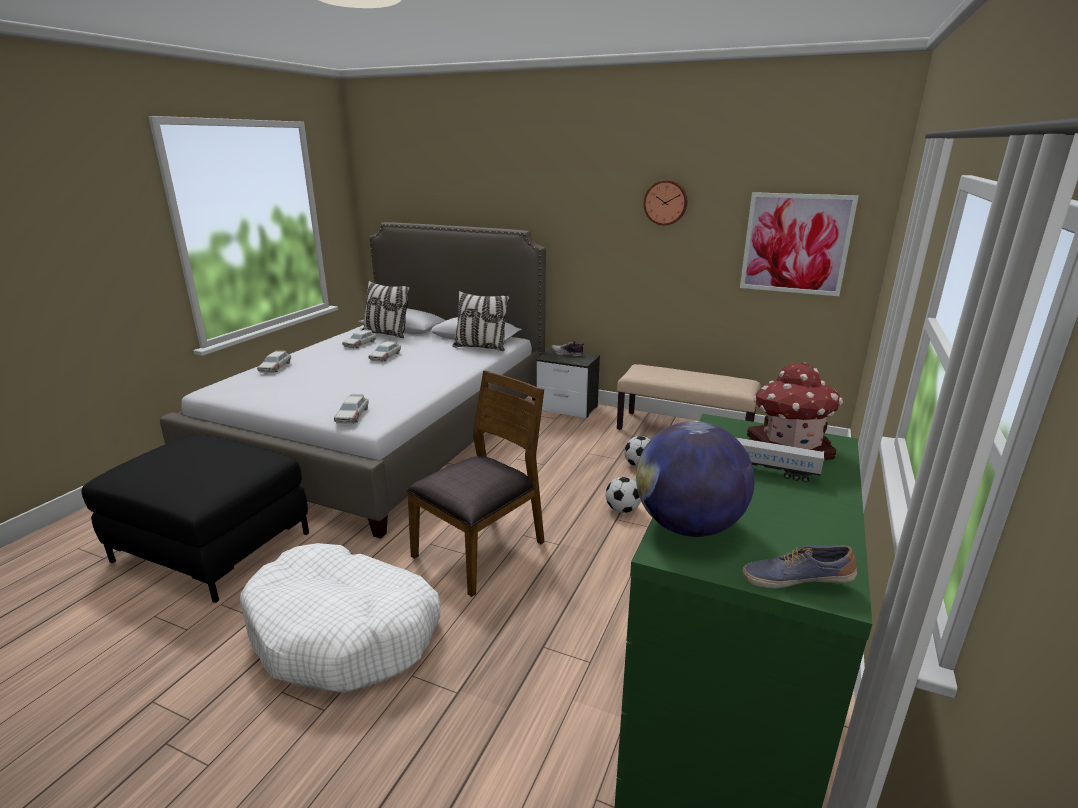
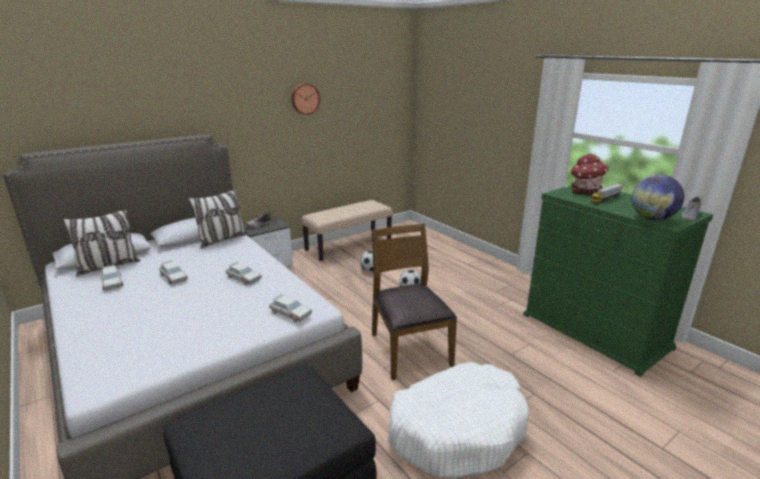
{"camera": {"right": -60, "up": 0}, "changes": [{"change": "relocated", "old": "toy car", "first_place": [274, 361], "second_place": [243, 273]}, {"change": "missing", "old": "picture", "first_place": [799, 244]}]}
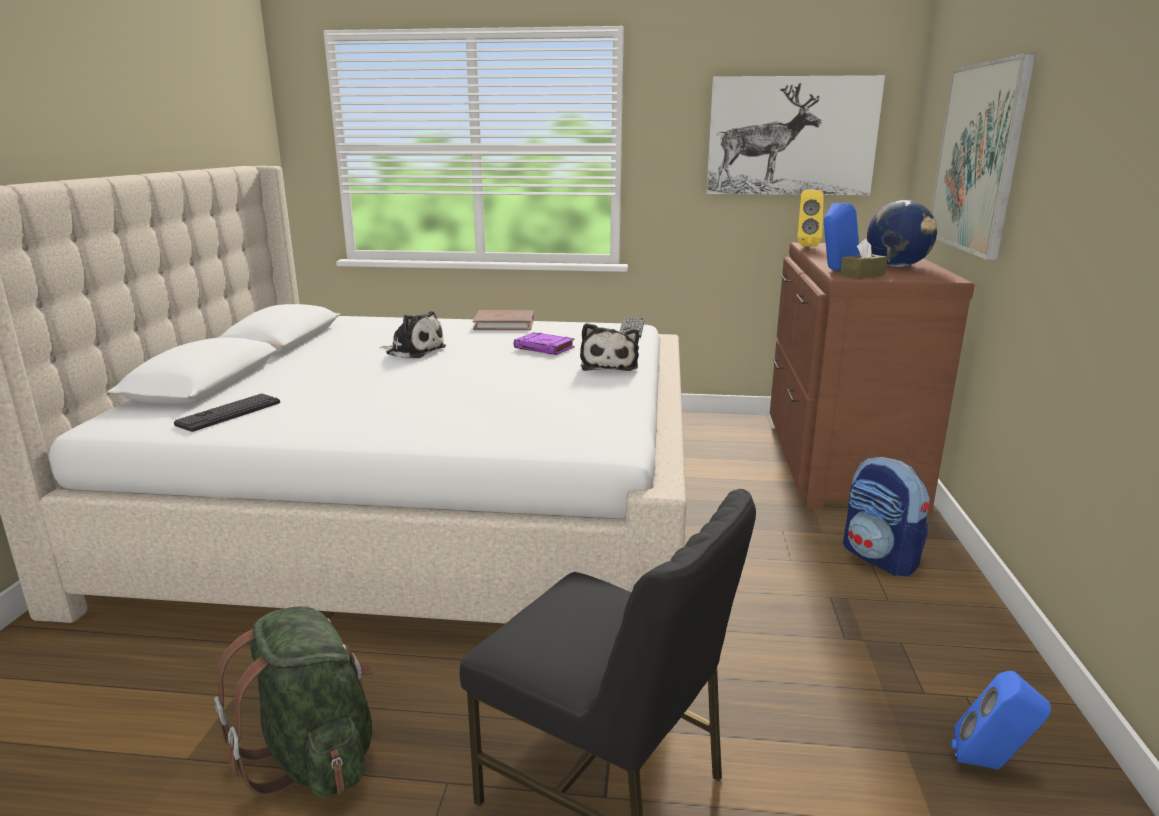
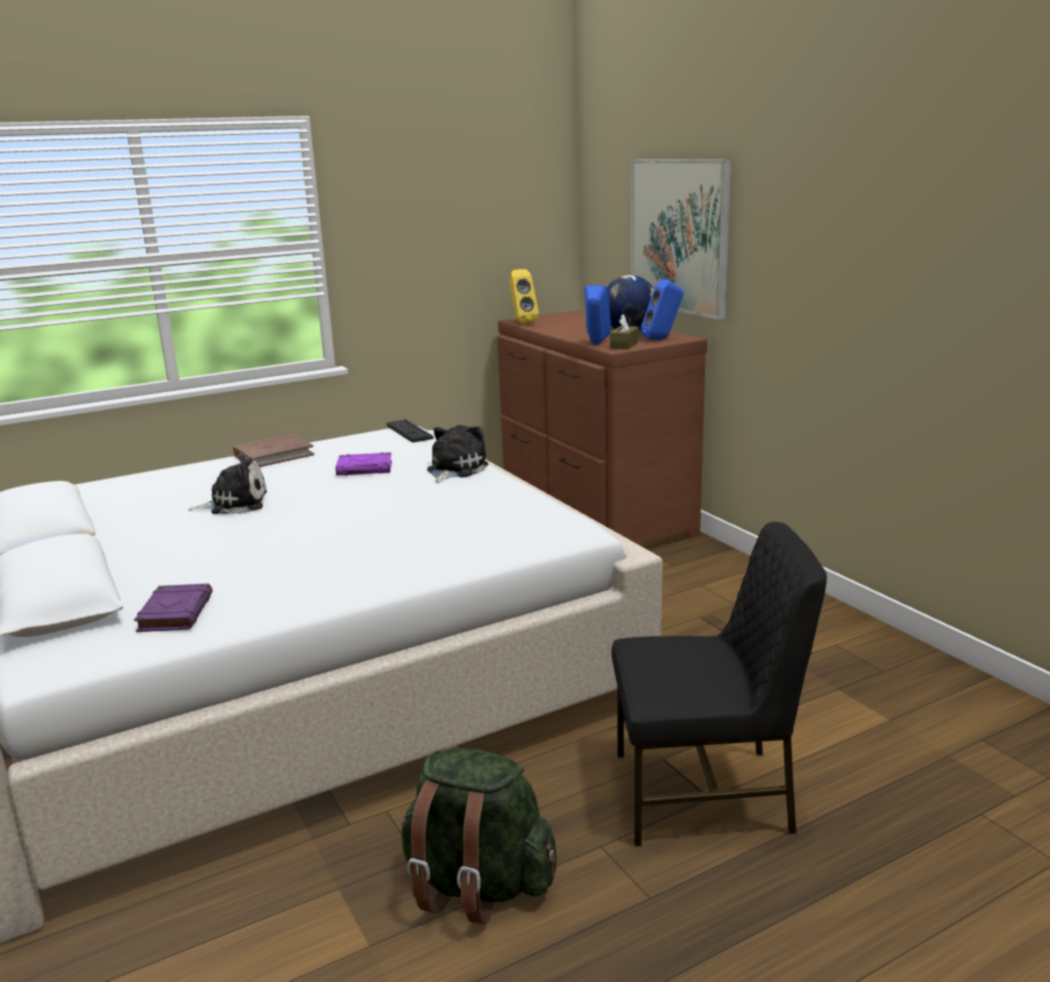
{"camera": {"right": -35, "up": 0}, "changes": [{"change": "exchanged", "old": "keyboard", "new": "purple book", "first_place": [227, 412], "second_place": [173, 608]}, {"change": "spun", "old": "plush toy", "first_place": [609, 347], "second_place": [458, 454], "degrees": -120}, {"change": "missing", "old": "picture", "first_place": [795, 135]}, {"change": "missing", "old": "backpack", "first_place": [886, 517]}, {"change": "relocated", "old": "blue speaker", "first_place": [1001, 720], "second_place": [662, 309]}]}
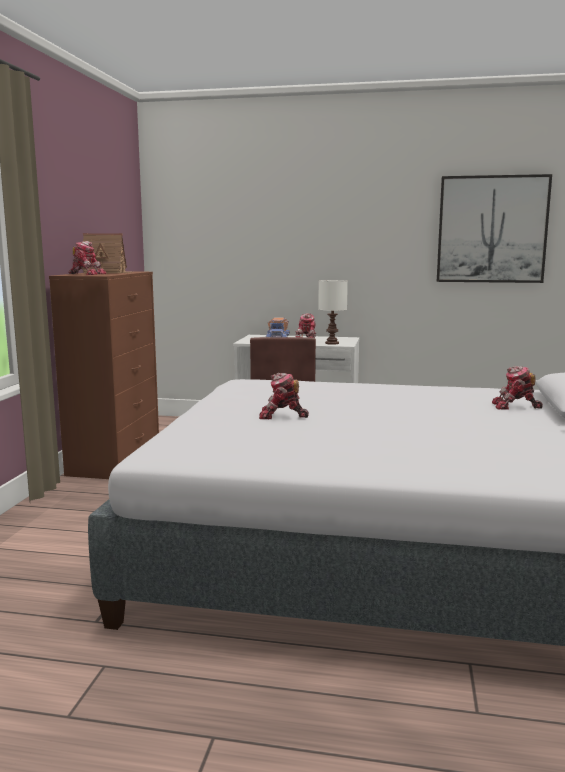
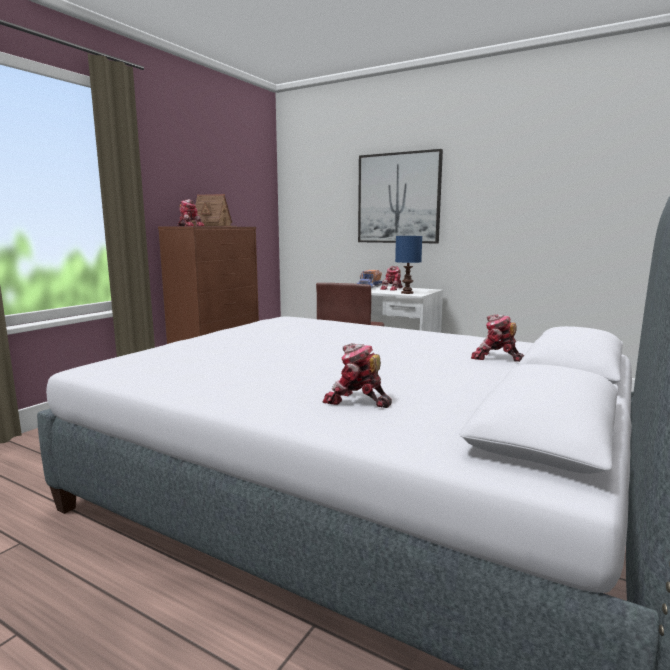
{"camera": {"right": 20, "up": 0}, "changes": [{"change": "relocated", "old": "toy robot", "first_place": [284, 396], "second_place": [357, 375]}, {"change": "colour", "old": "white table lamp", "new": "blue table lamp", "first_place": [333, 312], "second_place": [408, 265]}, {"change": "relocated", "old": "picture", "first_place": [494, 228], "second_place": [400, 196]}]}
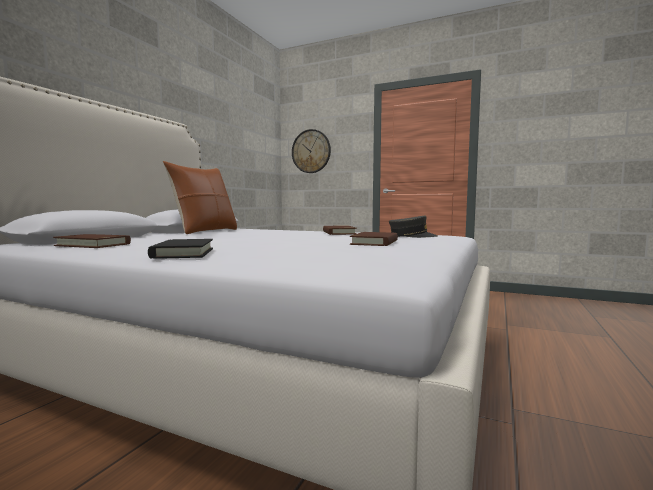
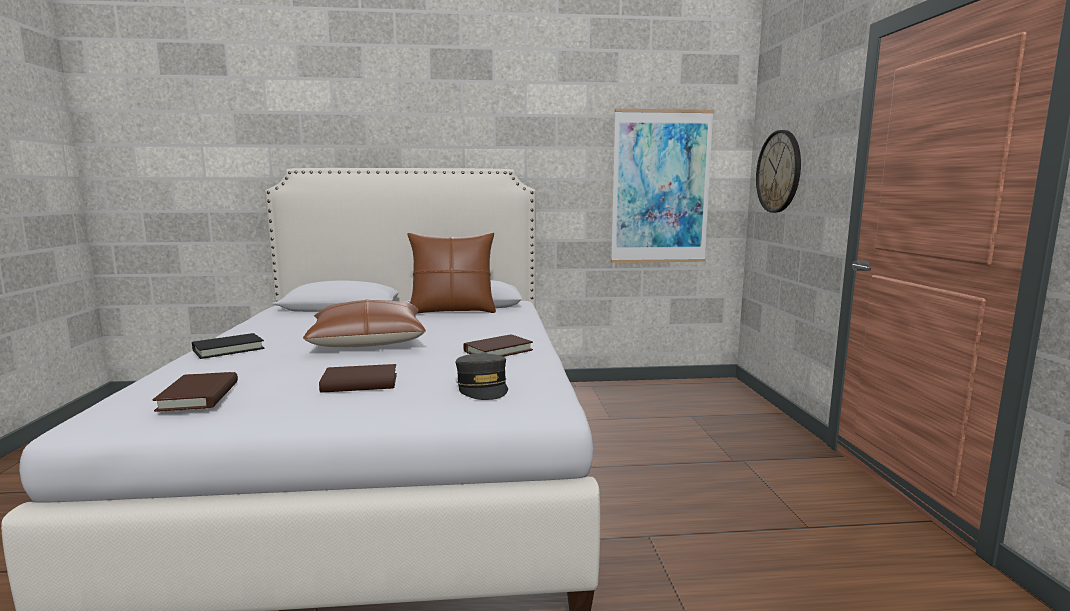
{"camera": {"right": 60, "up": 5}, "changes": [{"change": "relocated", "old": "brown book", "first_place": [92, 241], "second_place": [195, 392]}, {"change": "appeared", "new": "brown pillow", "second_place": [364, 323]}, {"change": "appeared", "new": "picture", "second_place": [662, 186]}]}
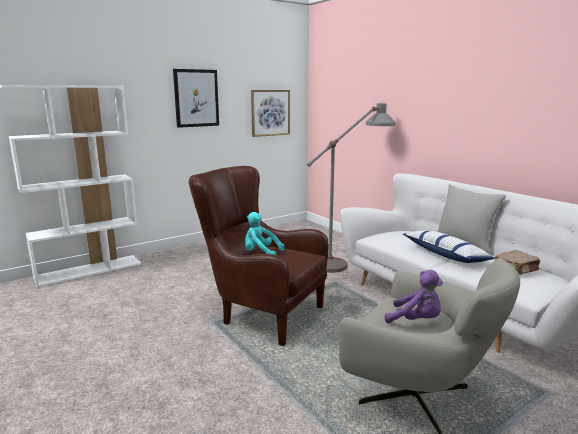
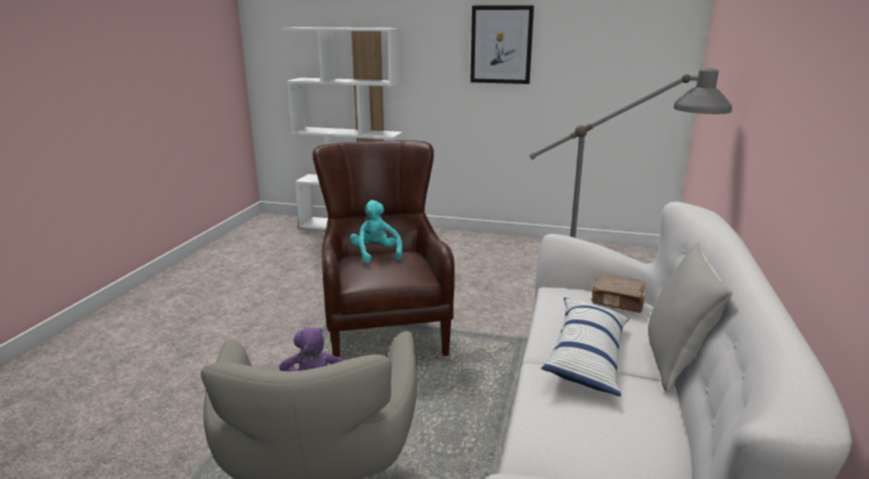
{"camera": {"right": 50, "up": 5}, "changes": [{"change": "missing", "old": "picture", "first_place": [270, 113]}, {"change": "relocated", "old": "brown book", "first_place": [517, 262], "second_place": [618, 294]}]}
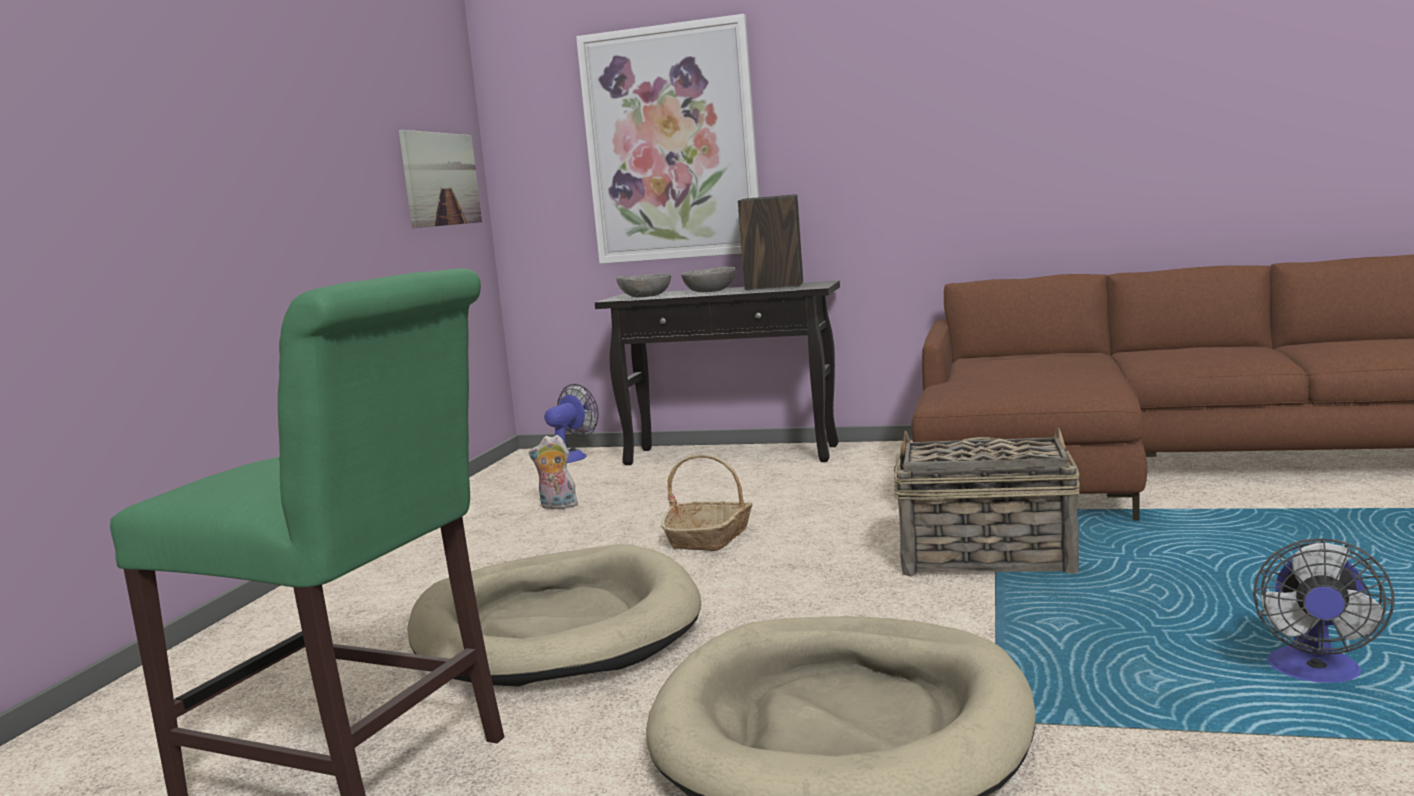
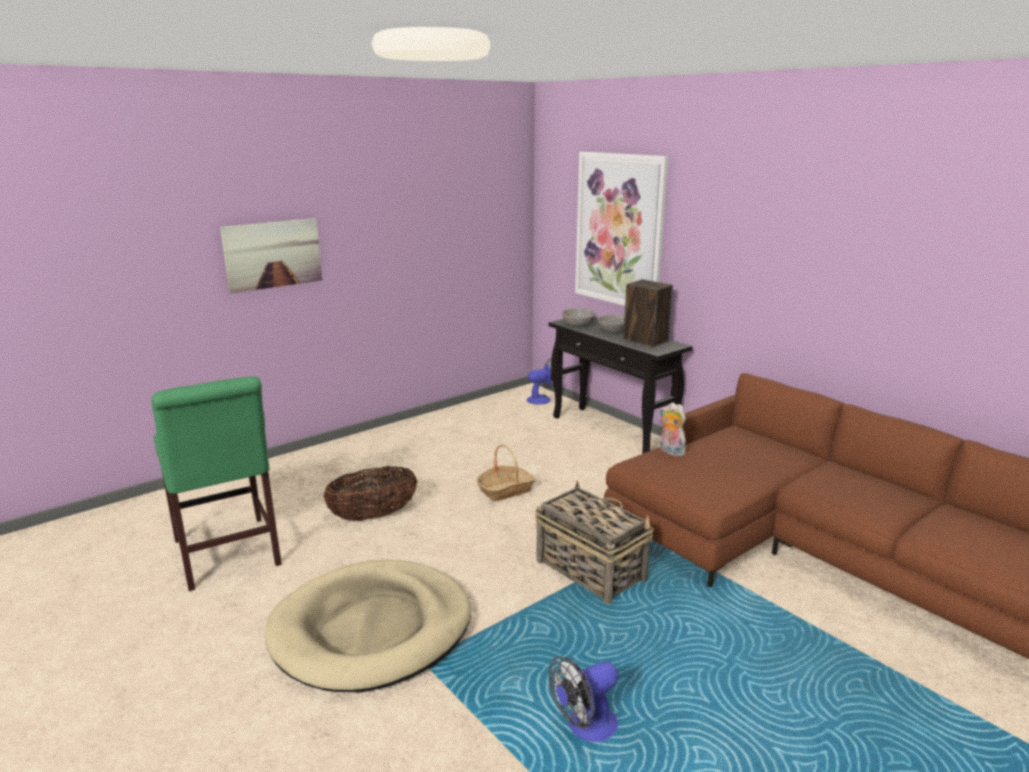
{"camera": {"right": 35, "up": 10}, "changes": [{"change": "relocated", "old": "picture", "first_place": [440, 179], "second_place": [271, 256]}, {"change": "exchanged", "old": "beige dog bed", "new": "basket", "first_place": [554, 615], "second_place": [370, 493]}, {"change": "relocated", "old": "plush toy", "first_place": [553, 472], "second_place": [673, 429]}]}
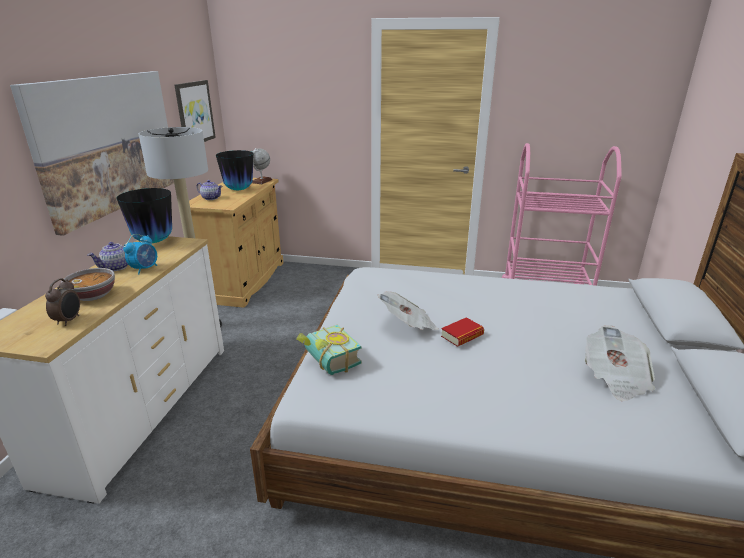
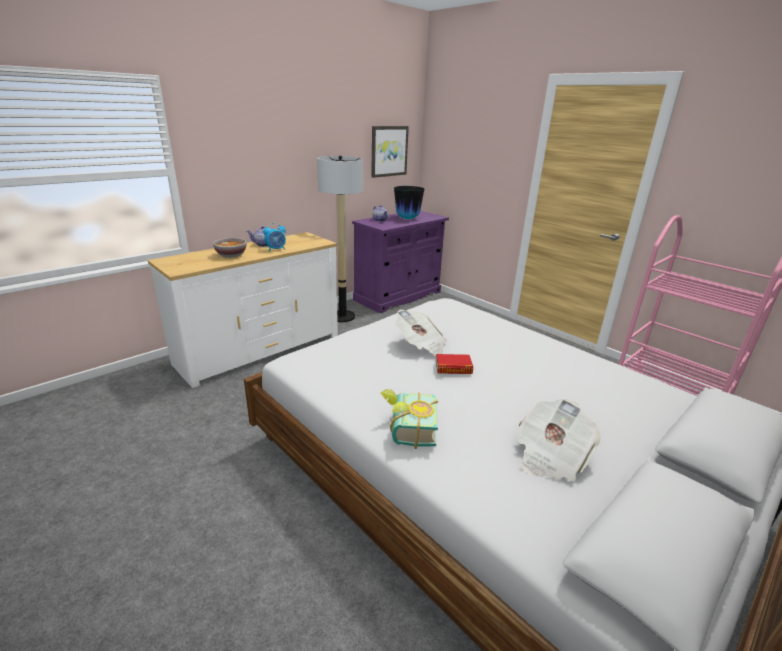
{"camera": {"right": 35, "up": 0}, "changes": [{"change": "missing", "old": "picture", "first_place": [92, 153]}, {"change": "missing", "old": "alarm clock", "first_place": [62, 302]}, {"change": "missing", "old": "vase", "first_place": [144, 215]}, {"change": "colour", "old": "beige cabinet", "new": "purple cabinet", "first_place": [236, 243], "second_place": [400, 262]}, {"change": "missing", "old": "globe", "first_place": [262, 166]}, {"change": "relocated", "old": "book", "first_place": [329, 350], "second_place": [409, 419]}]}
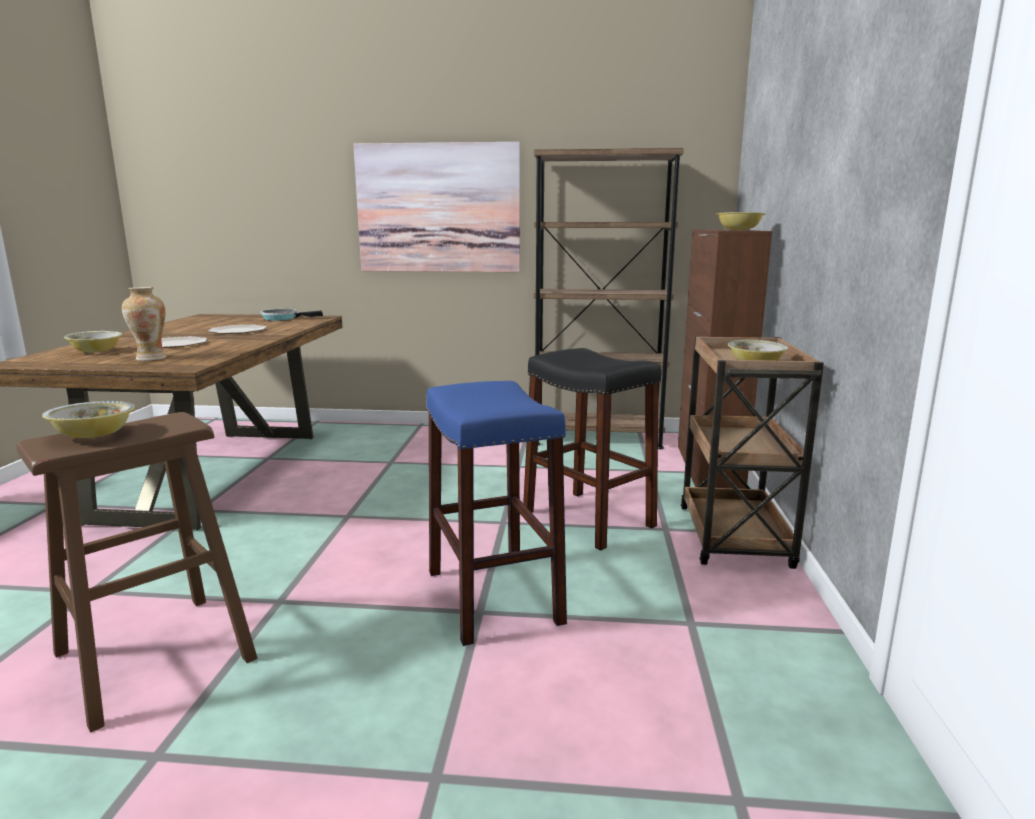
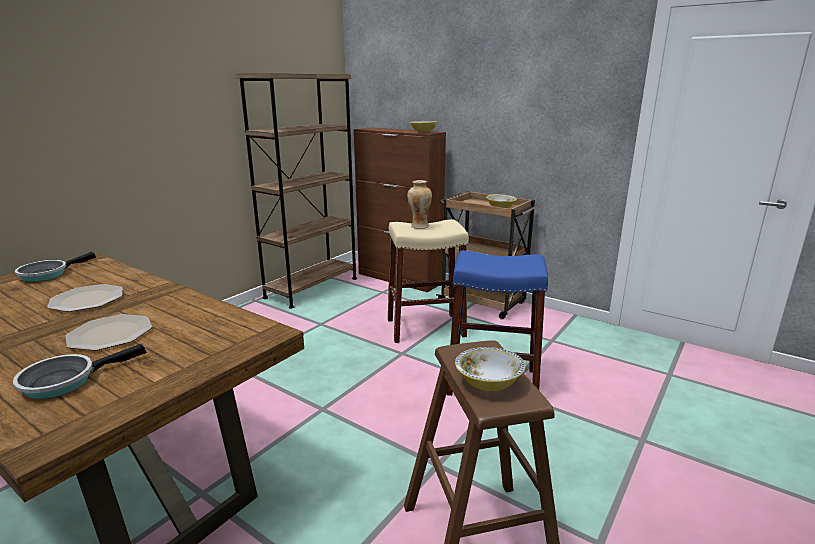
{"camera": {"right": -60, "up": 5}, "changes": [{"change": "exchanged", "old": "bowl", "new": "frying pan", "first_place": [93, 342], "second_place": [80, 371]}, {"change": "relocated", "old": "vase", "first_place": [144, 324], "second_place": [419, 204]}, {"change": "missing", "old": "picture", "first_place": [437, 207]}, {"change": "colour", "old": "black stool", "new": "beige stool", "first_place": [592, 449], "second_place": [428, 281]}]}
